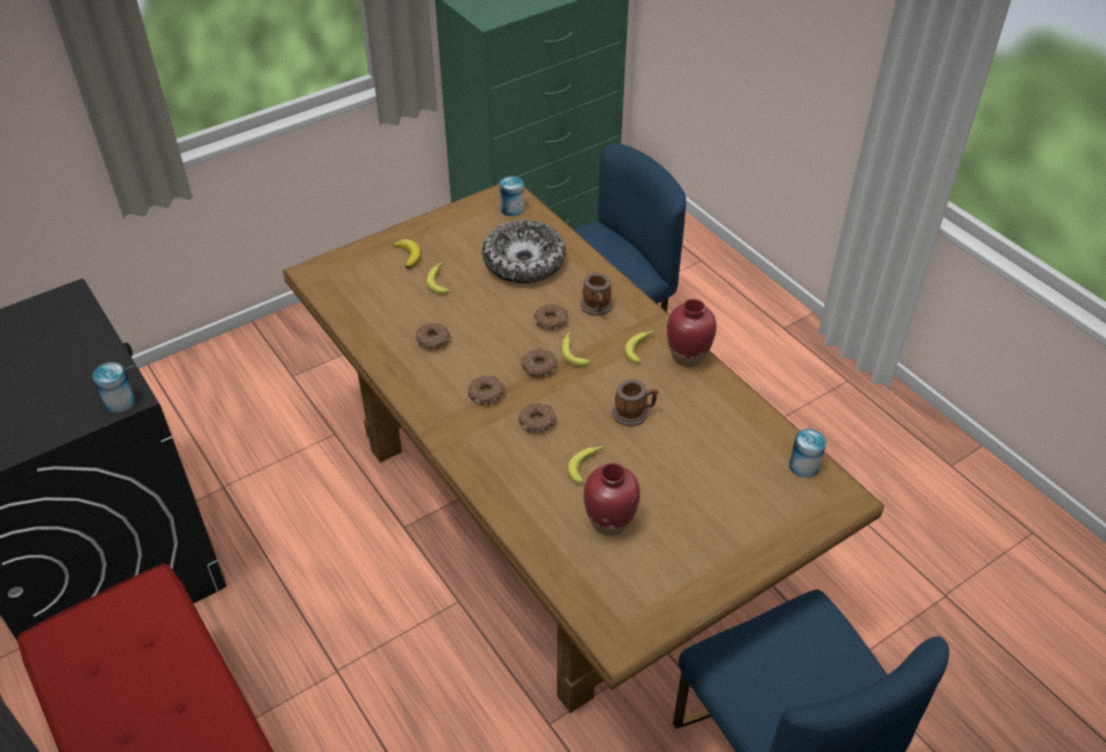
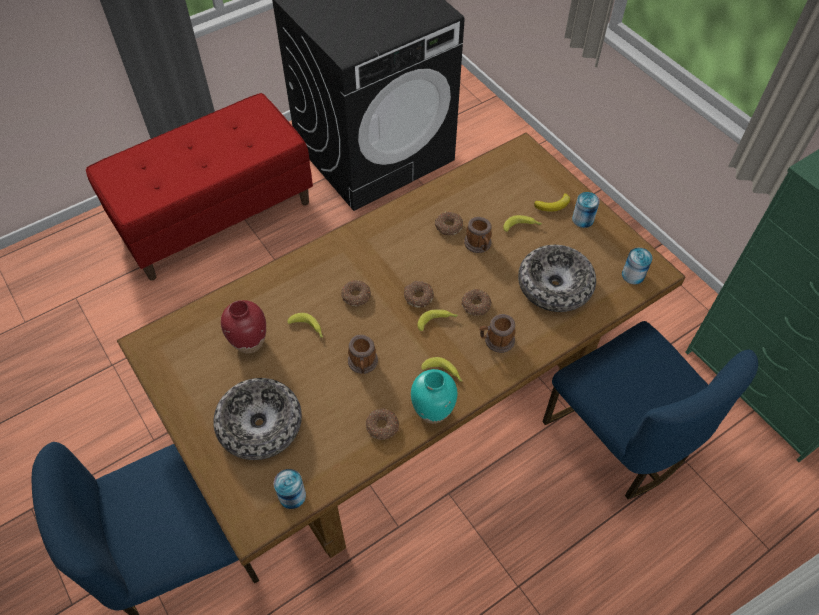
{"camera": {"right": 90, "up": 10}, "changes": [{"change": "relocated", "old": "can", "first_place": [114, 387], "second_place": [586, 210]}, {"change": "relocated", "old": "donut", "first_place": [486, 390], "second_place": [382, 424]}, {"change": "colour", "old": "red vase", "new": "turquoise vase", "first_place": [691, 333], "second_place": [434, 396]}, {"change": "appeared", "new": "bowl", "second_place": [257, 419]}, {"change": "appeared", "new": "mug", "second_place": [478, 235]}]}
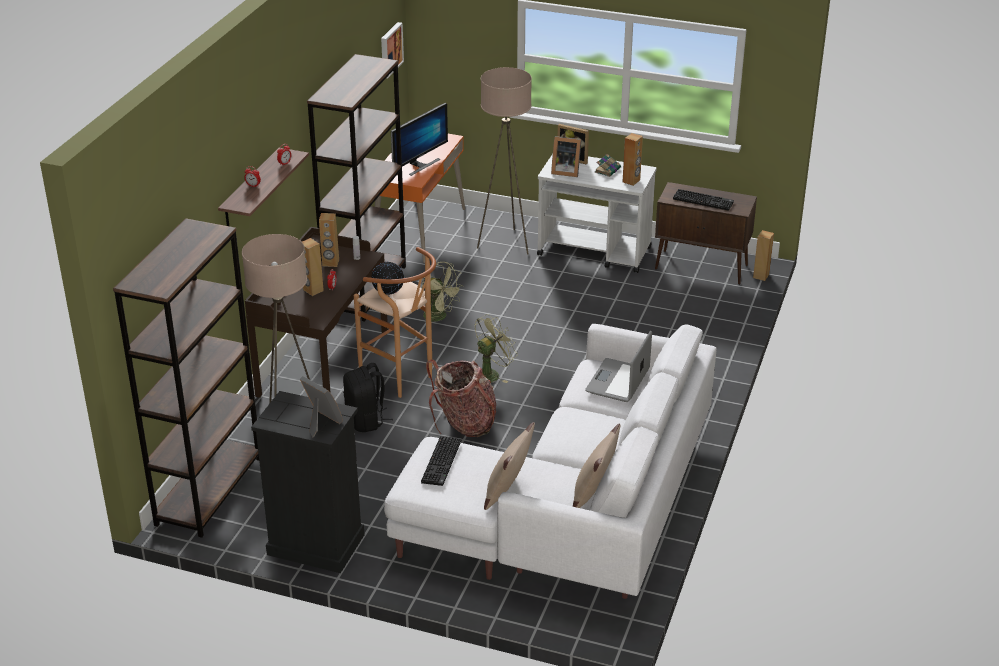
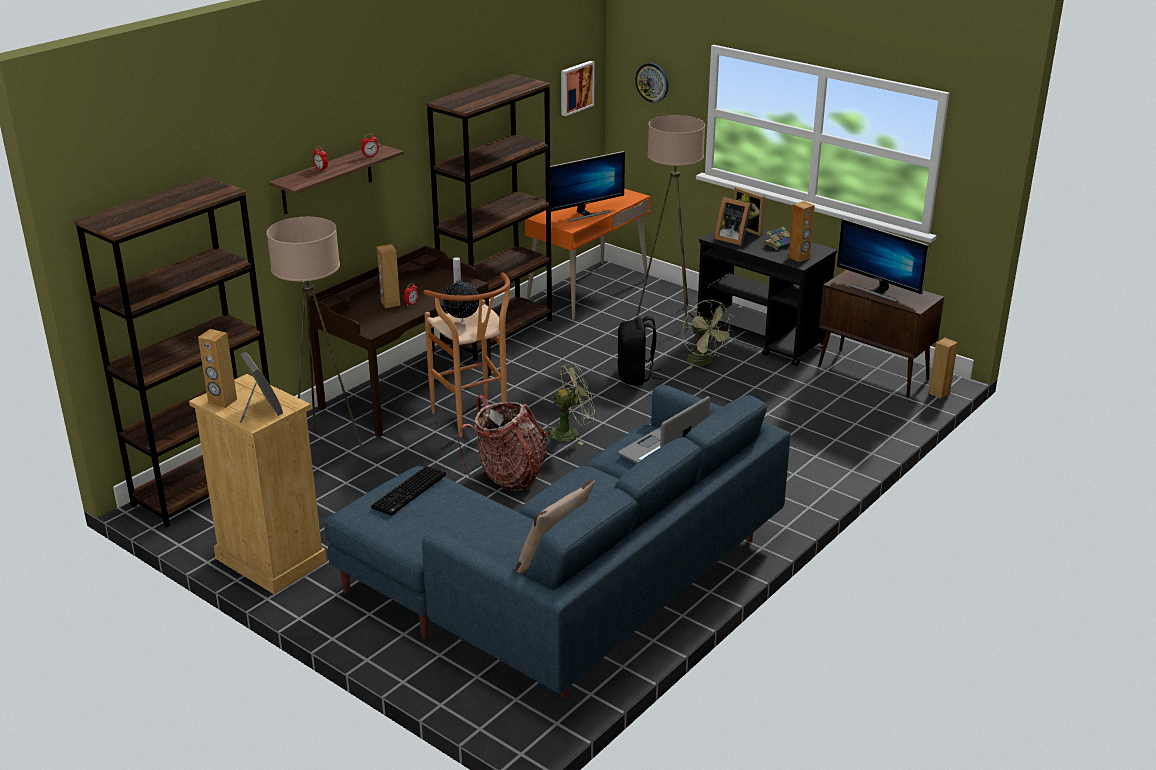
{"camera": {"right": 20, "up": -5}, "changes": [{"change": "colour", "old": "black dresser", "new": "beige dresser", "first_place": [308, 482], "second_place": [258, 484]}, {"change": "relocated", "old": "brown speaker", "first_place": [329, 240], "second_place": [217, 368]}, {"change": "relocated", "old": "black backpack", "first_place": [368, 397], "second_place": [640, 350]}, {"change": "colour", "old": "white sofa", "new": "blue sofa", "first_place": [550, 461], "second_place": [557, 541]}, {"change": "relocated", "old": "green fan", "first_place": [443, 292], "second_place": [709, 334]}, {"change": "missing", "old": "beige pillow", "first_place": [509, 466]}, {"change": "colour", "old": "white cart", "new": "black cart", "first_place": [597, 213], "second_place": [767, 297]}, {"change": "exchanged", "old": "keyboard", "new": "monitor", "first_place": [703, 200], "second_place": [883, 260]}, {"change": "appeared", "new": "wall clock", "second_place": [651, 83]}]}
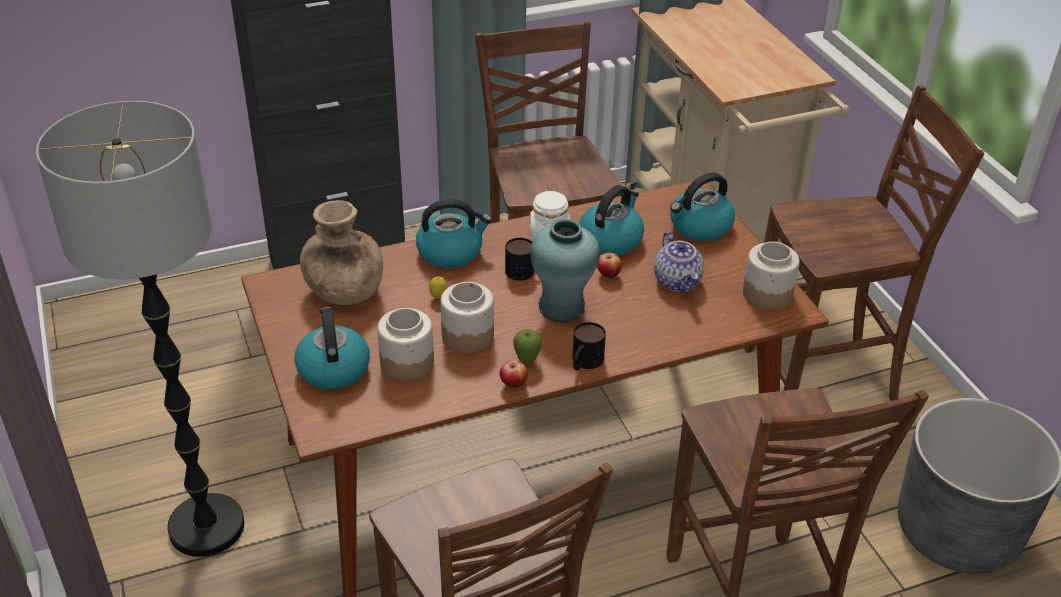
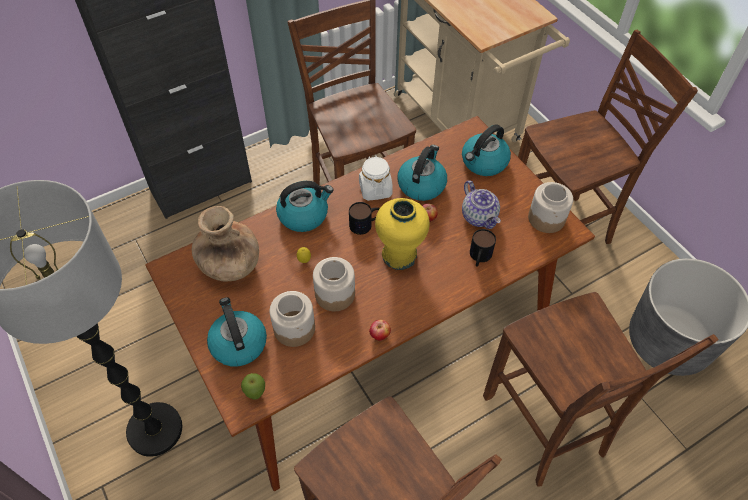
{"camera": {"right": -10, "up": 15}, "changes": [{"change": "relocated", "old": "apple", "first_place": [527, 346], "second_place": [253, 386]}, {"change": "colour", "old": "turquoise vase", "new": "yellow vase", "first_place": [565, 271], "second_place": [402, 234]}, {"change": "relocated", "old": "mug", "first_place": [589, 346], "second_place": [483, 248]}]}
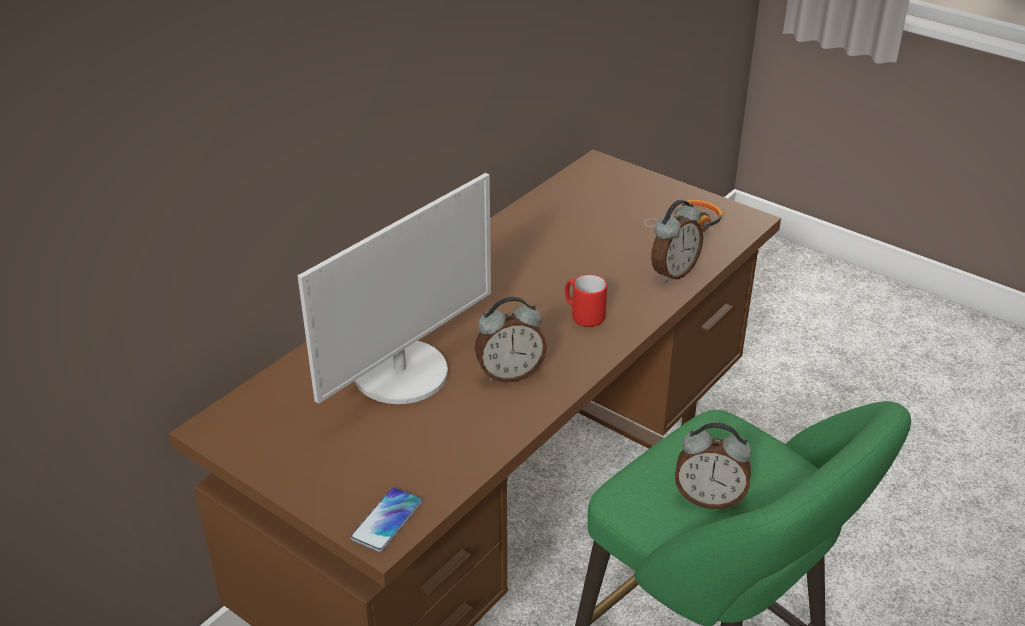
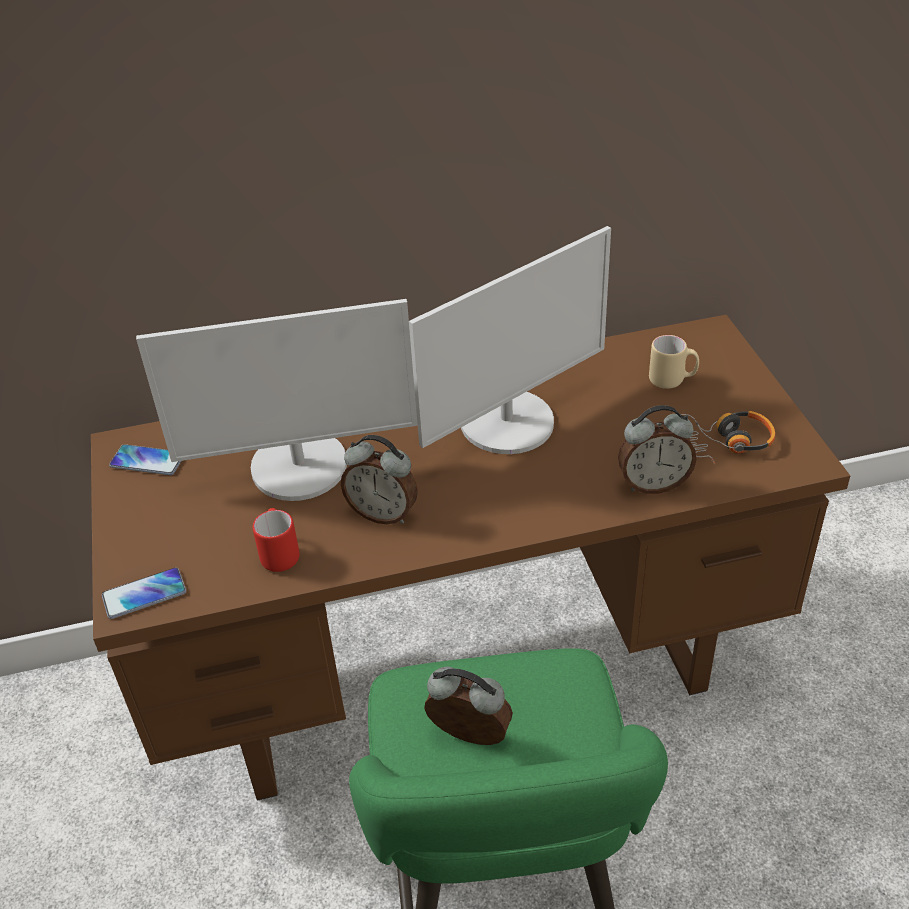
{"camera": {"right": 40, "up": 5}, "changes": [{"change": "relocated", "old": "red mug", "first_place": [586, 301], "second_place": [276, 540]}, {"change": "spun", "old": "alarm clock", "first_place": [713, 466], "second_place": [468, 705], "degrees": 150}, {"change": "appeared", "new": "phone", "second_place": [145, 459]}, {"change": "appeared", "new": "monitor", "second_place": [510, 340]}, {"change": "appeared", "new": "beige mug", "second_place": [674, 362]}]}
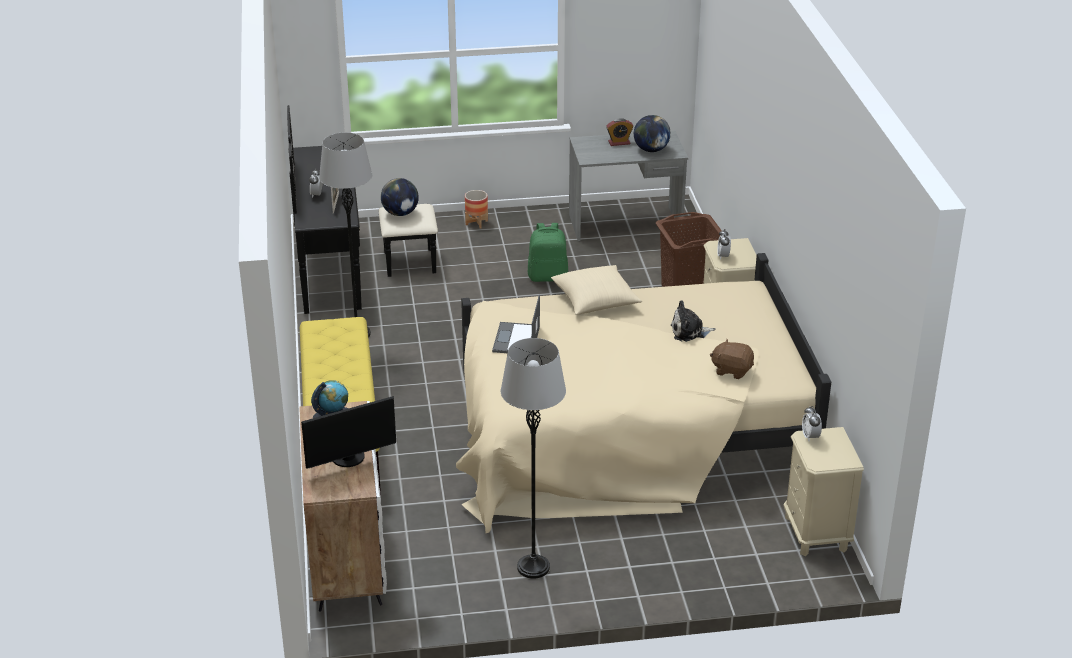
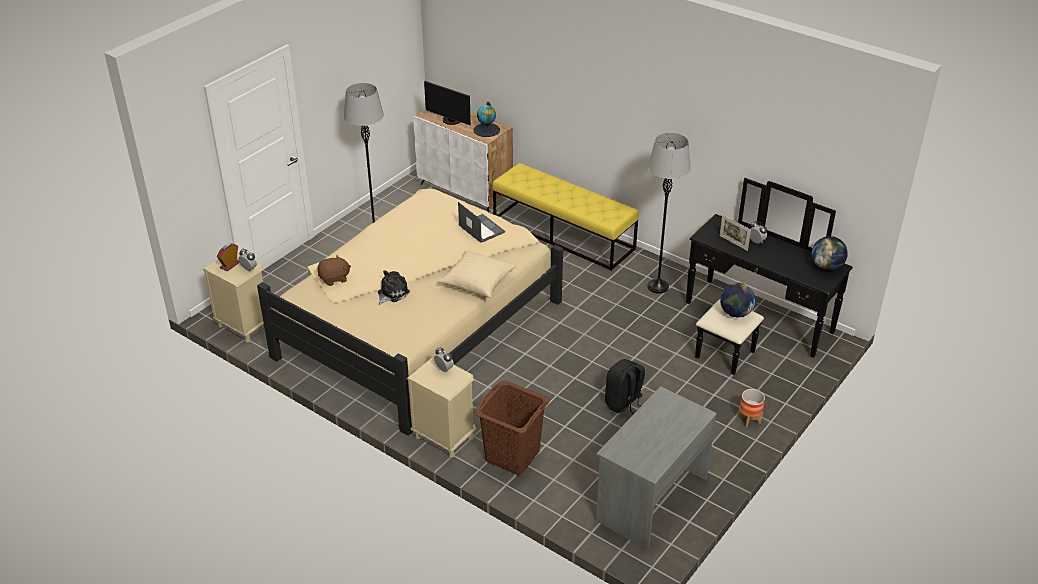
{"camera": {"right": 135, "up": 5}, "changes": [{"change": "spun", "old": "monitor", "first_place": [348, 432], "second_place": [447, 103], "degrees": -75}, {"change": "colour", "old": "green backpack", "new": "black backpack", "first_place": [548, 252], "second_place": [625, 386]}, {"change": "relocated", "old": "alarm clock", "first_place": [619, 132], "second_place": [228, 257]}, {"change": "relocated", "old": "globe", "first_place": [652, 133], "second_place": [830, 253]}]}
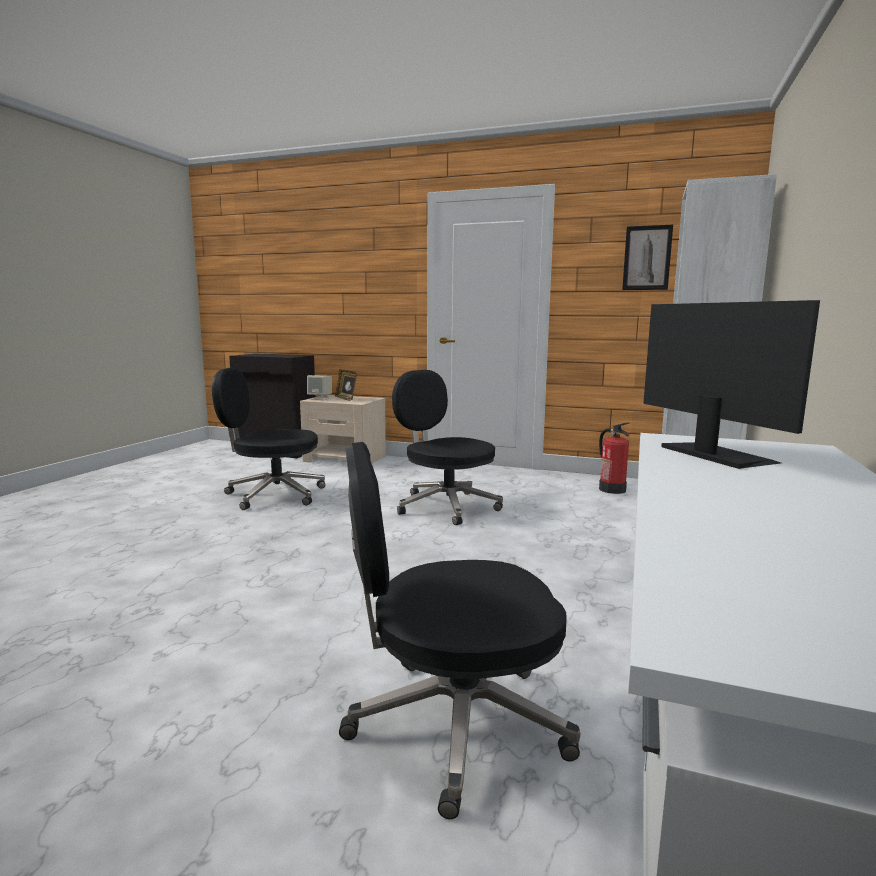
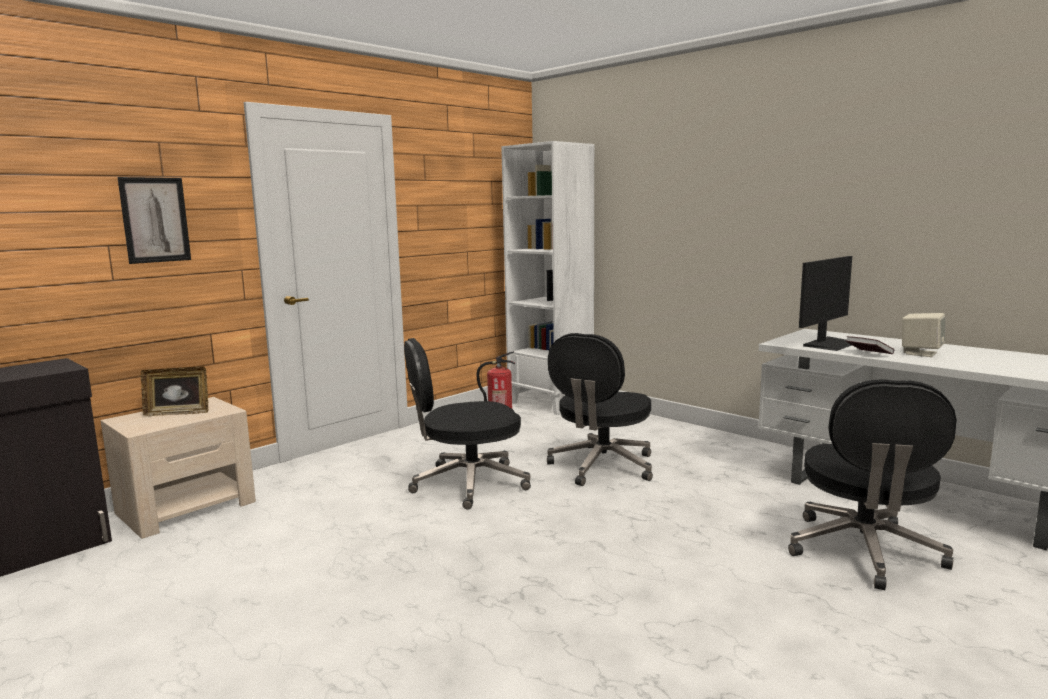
{"camera": {"right": -65, "up": 0}, "changes": [{"change": "relocated", "old": "black office chair", "first_place": [268, 439], "second_place": [600, 409]}, {"change": "relocated", "old": "beige speaker", "first_place": [319, 387], "second_place": [923, 335]}, {"change": "relocated", "old": "picture", "first_place": [647, 257], "second_place": [154, 220]}, {"change": "spun", "old": "monitor", "first_place": [731, 384], "second_place": [825, 303], "degrees": 135}, {"change": "appeared", "new": "book", "second_place": [869, 345]}]}
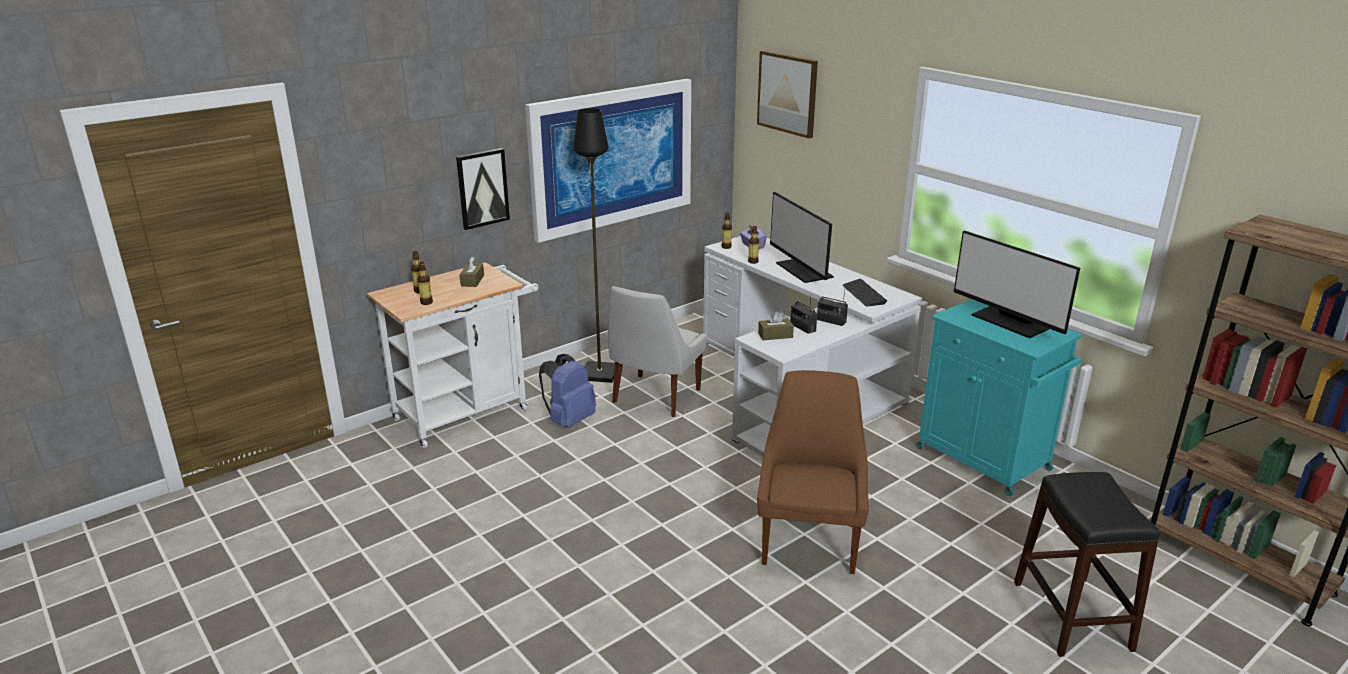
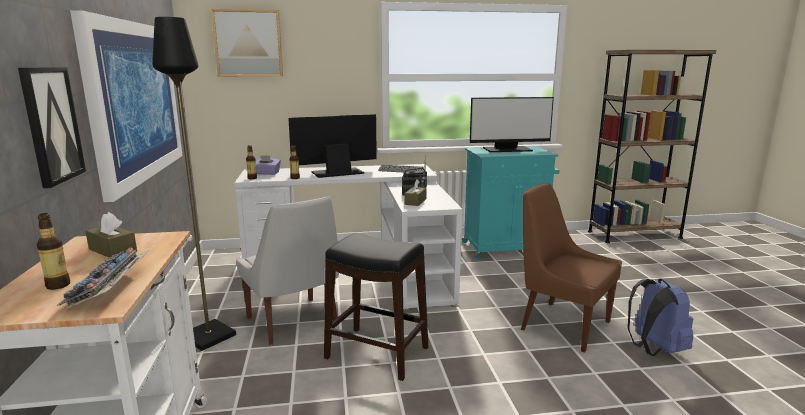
{"camera": {"right": -60, "up": -10}, "changes": [{"change": "exchanged", "old": "bottle", "new": "keyboard", "first_place": [425, 283], "second_place": [103, 279]}, {"change": "relocated", "old": "blue backpack", "first_place": [567, 391], "second_place": [660, 317]}, {"change": "spun", "old": "monitor", "first_place": [802, 237], "second_place": [332, 146], "degrees": 150}, {"change": "relocated", "old": "black stool", "first_place": [1087, 564], "second_place": [376, 307]}]}
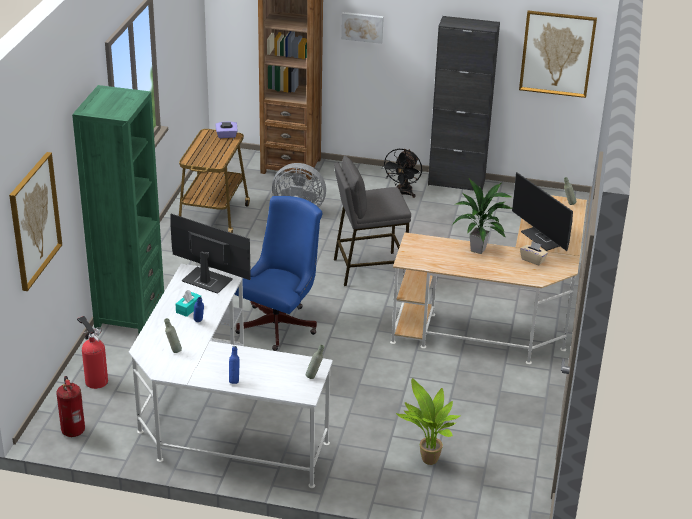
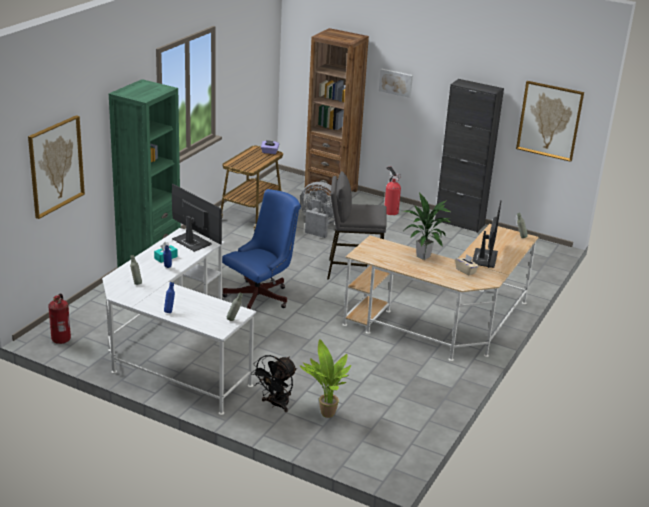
{"camera": {"right": 15, "up": -5}, "changes": [{"change": "relocated", "old": "fire extinguisher", "first_place": [92, 352], "second_place": [392, 191]}, {"change": "relocated", "old": "black fan", "first_place": [402, 173], "second_place": [274, 383]}, {"change": "spun", "old": "monitor", "first_place": [542, 211], "second_place": [487, 234], "degrees": -150}]}
